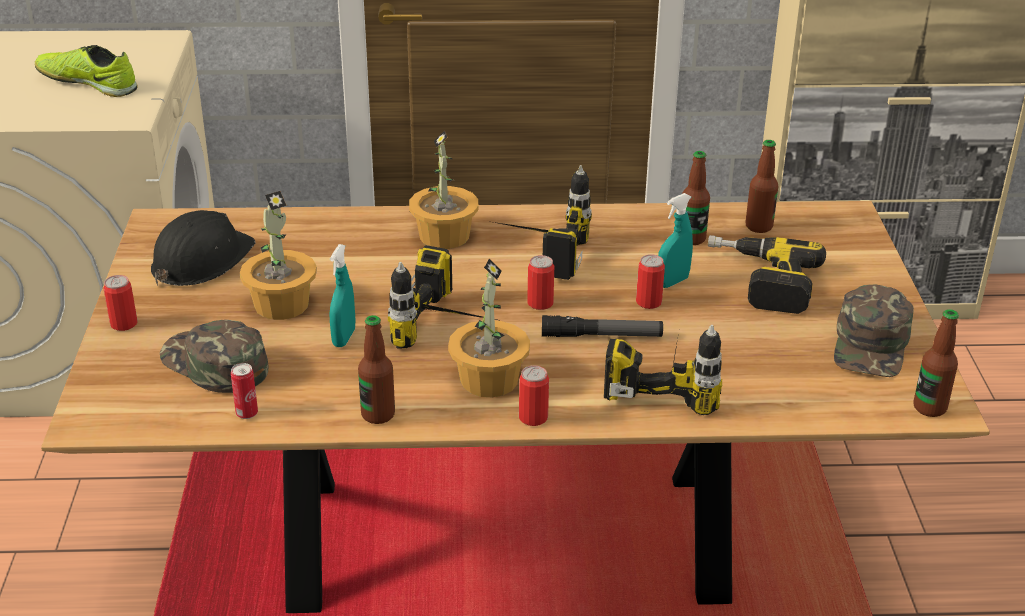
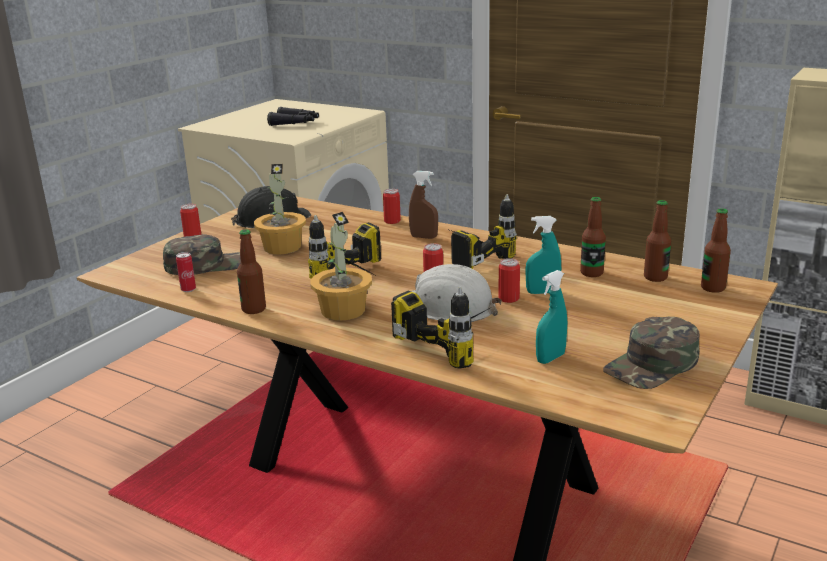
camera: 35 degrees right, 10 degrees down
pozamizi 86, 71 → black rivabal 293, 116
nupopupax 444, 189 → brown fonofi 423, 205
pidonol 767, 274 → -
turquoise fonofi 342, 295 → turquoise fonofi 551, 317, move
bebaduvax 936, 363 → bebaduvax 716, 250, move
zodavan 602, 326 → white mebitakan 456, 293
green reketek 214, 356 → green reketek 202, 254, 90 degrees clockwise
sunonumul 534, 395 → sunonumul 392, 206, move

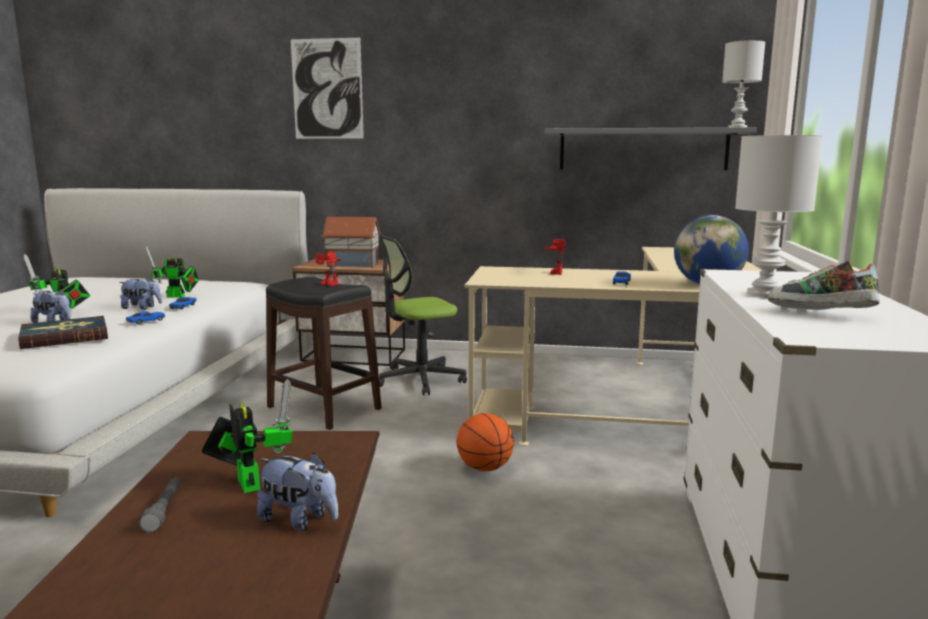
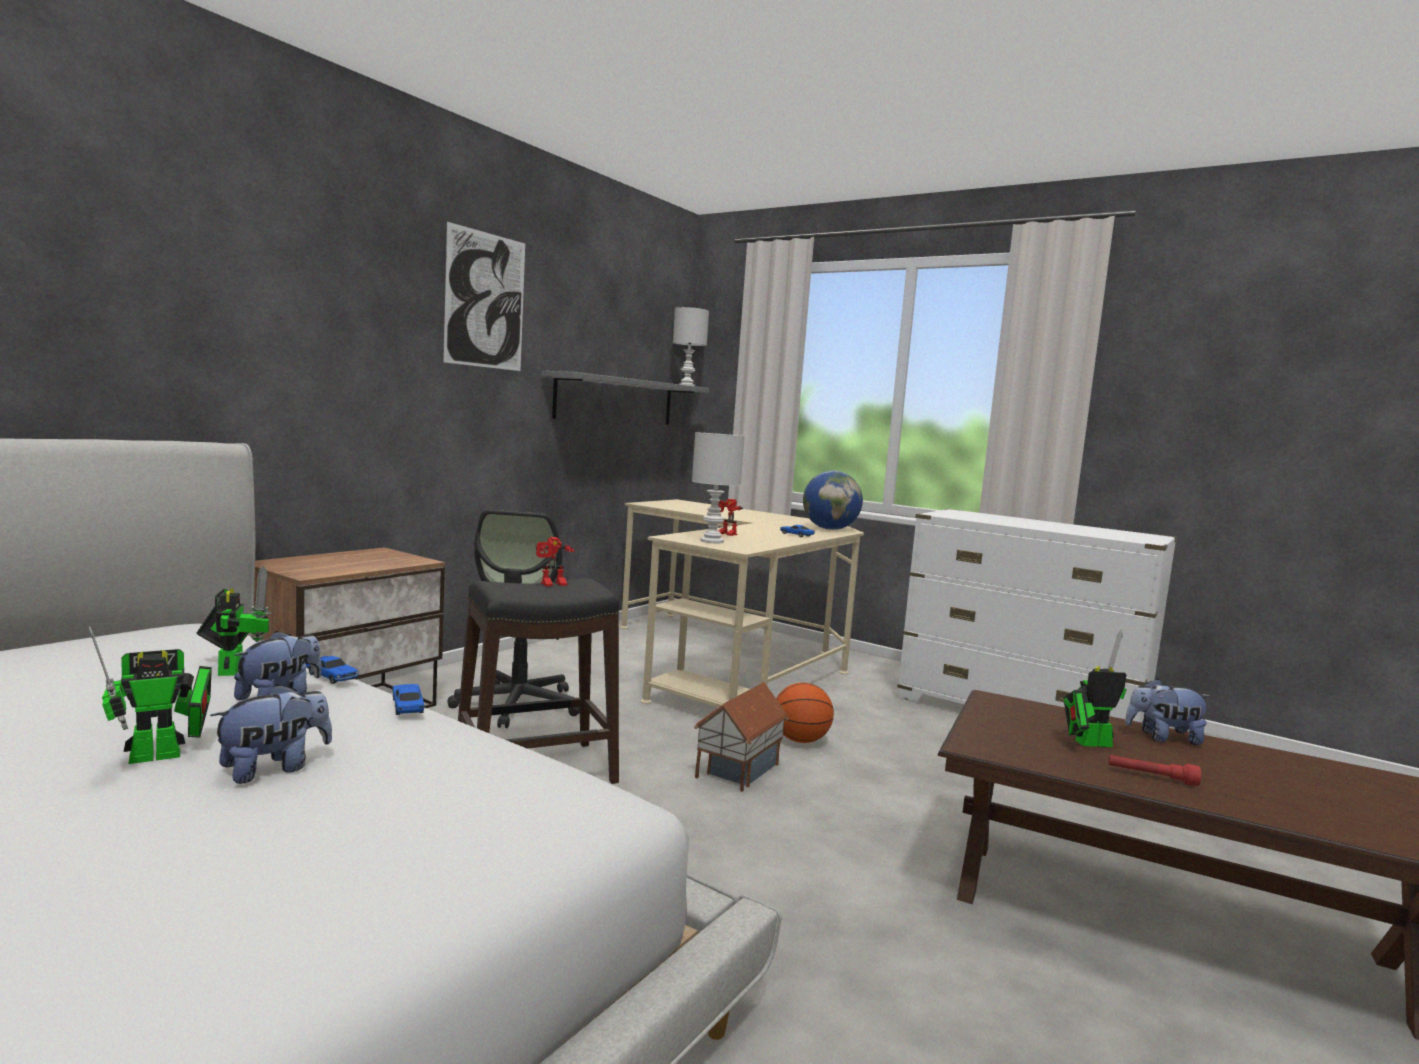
camera: 65 degrees left, 5 degrees down
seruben 327, 88 → seruben 484, 296, move
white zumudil 779, 216 → white zumudil 718, 487, move
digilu 351, 242 → digilu 741, 737, move
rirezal 172, 272 → rirezal 234, 621, 45 degrees counterclockwise
pozamizi 824, 285 → -
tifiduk 63, 332 → -
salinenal 297, 492 → salinenal 1168, 711, 135 degrees counterclockwise
grey zodavan 160, 505 → red zodavan 1154, 770

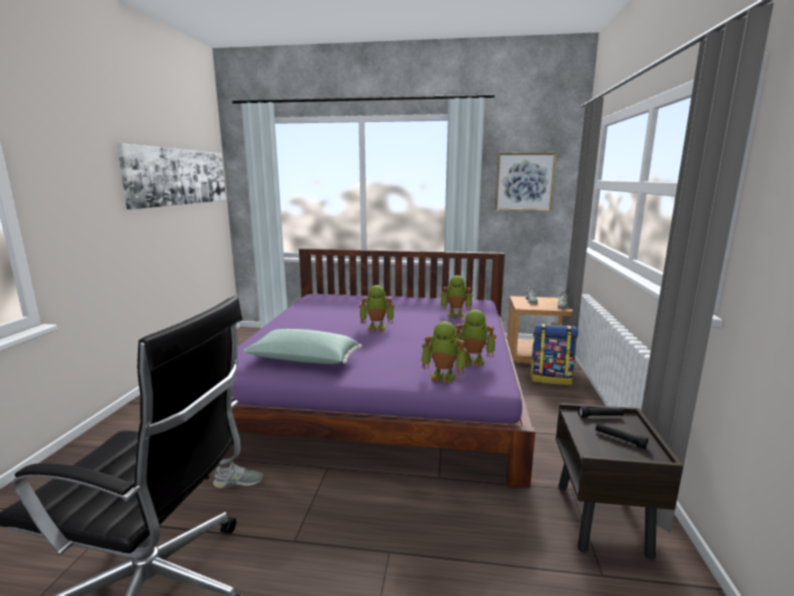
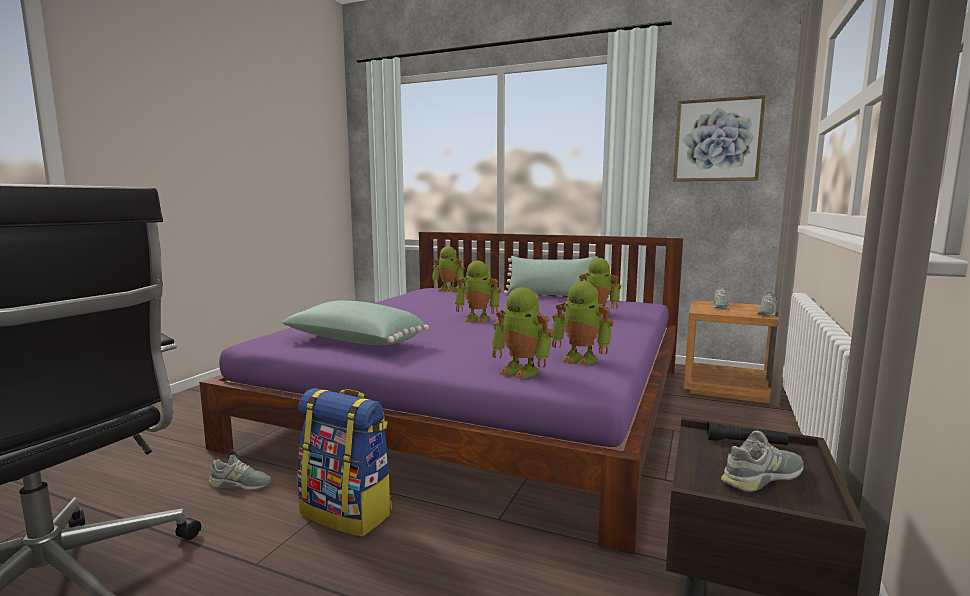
camera: 15 degrees right, 5 degrees down
seruben 171, 176 → -
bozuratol 554, 354 → bozuratol 344, 462, move
black zodavan 622, 436 → grey pozamizi 762, 461
- → rirezal 448, 269
- → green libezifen 551, 276

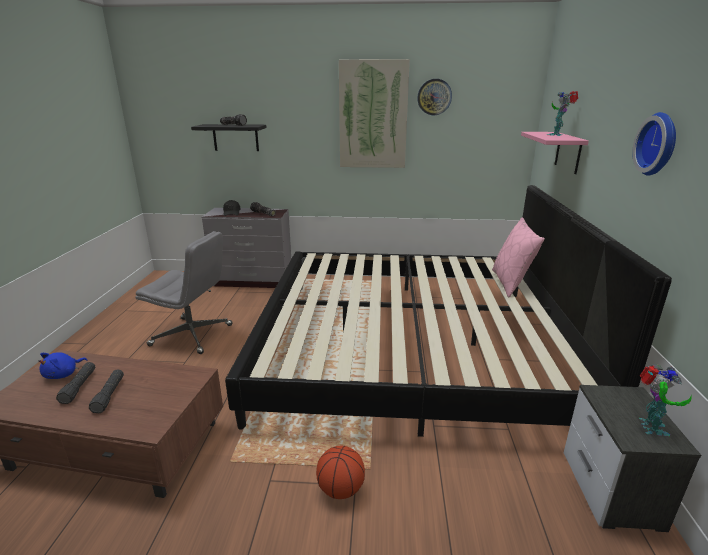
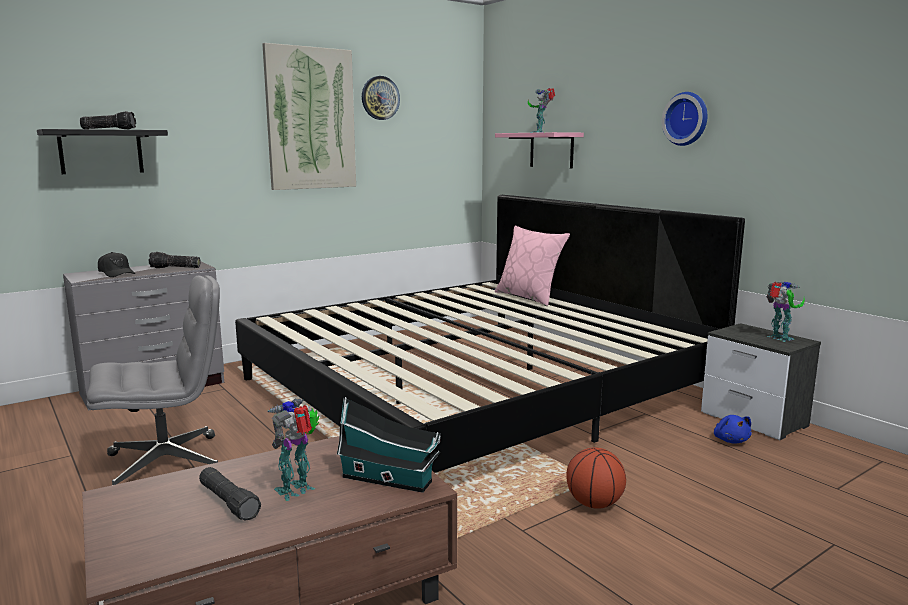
camera: 40 degrees left, 10 degrees down
blue salinenal 63, 365 → blue salinenal 733, 429, move
black zodavan 106, 391 → rirezal 293, 450
- → digilu 388, 445

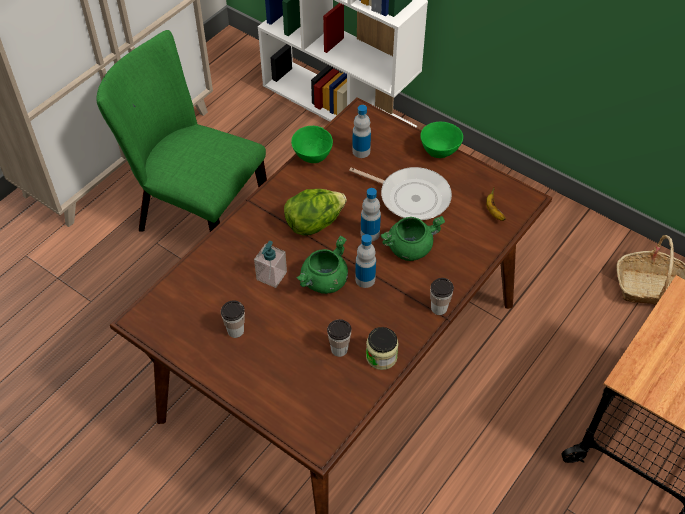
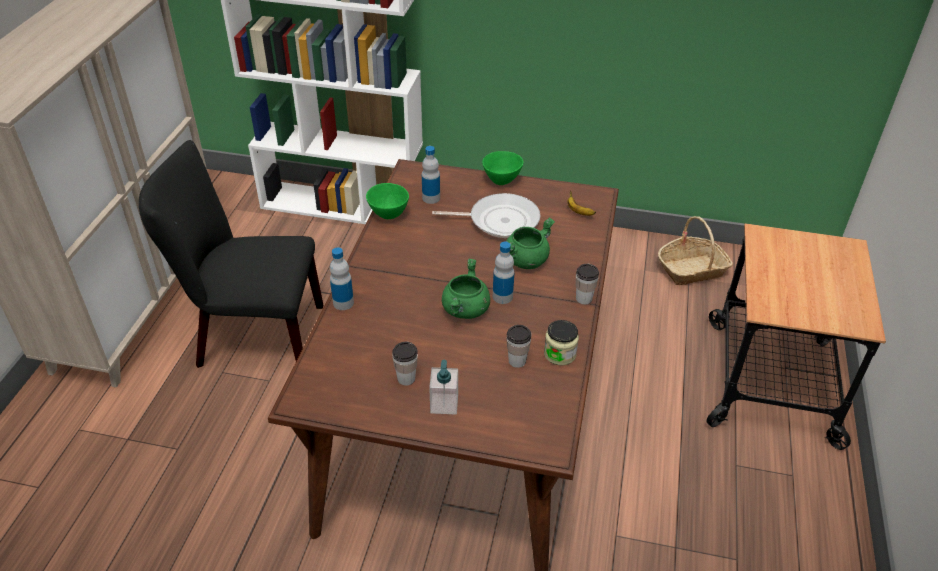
camera: 25 degrees left, 10 degrees down
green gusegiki 181, 131 → black gusegiki 231, 254
bebaduvax 371, 214 → bebaduvax 342, 278, move
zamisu 315, 212 → -
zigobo 270, 264 → zigobo 443, 387, move

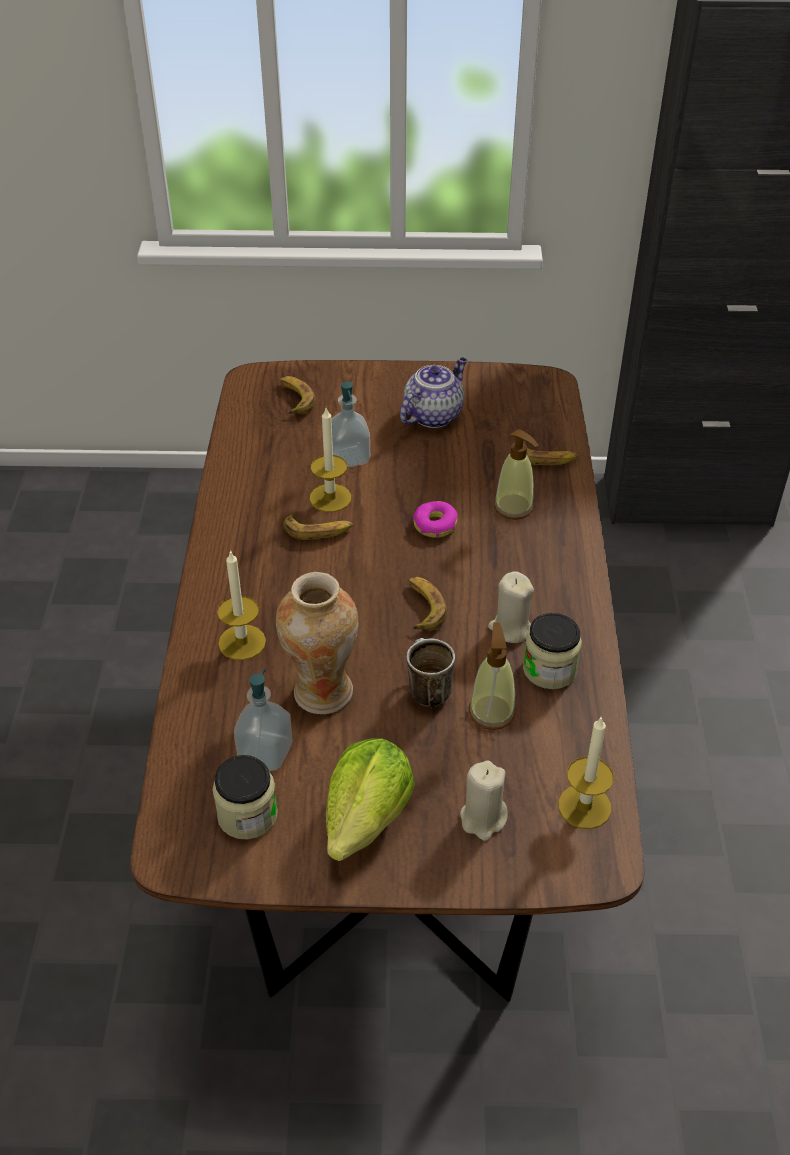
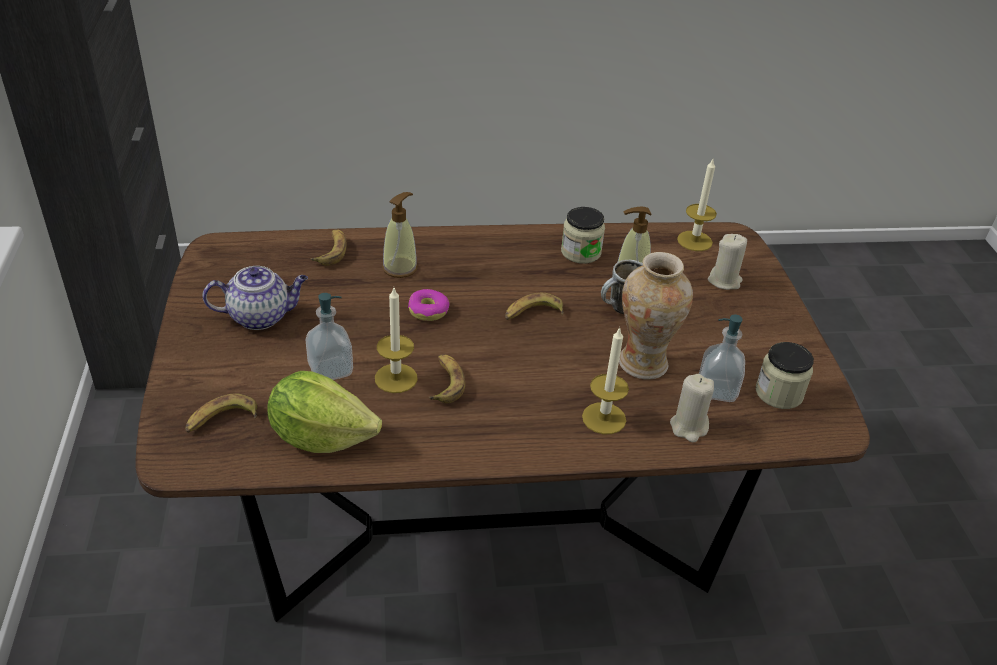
camera: 100 degrees left, 5 degrees down
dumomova 433, 393 → dumomova 255, 298, 135 degrees clockwise
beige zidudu 511, 607 → beige zidudu 692, 408, move
zamisu 370, 799 → zamisu 324, 412, move

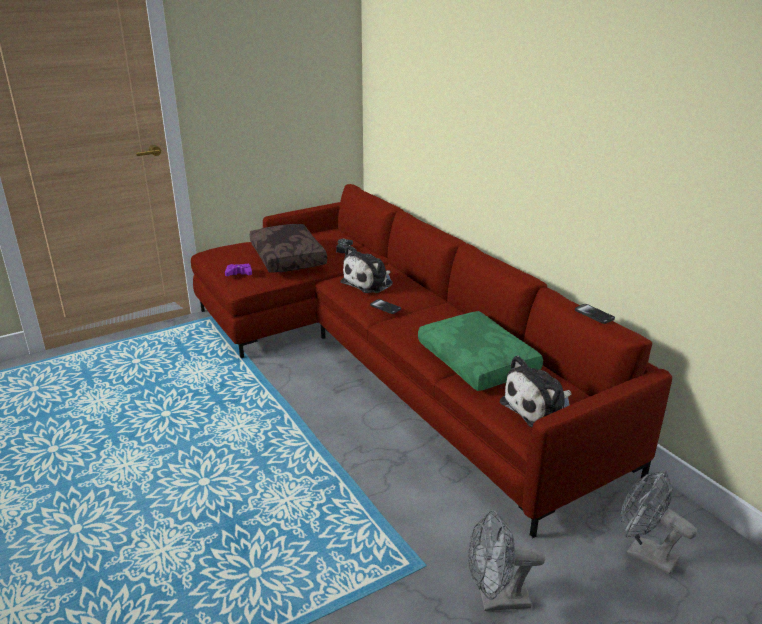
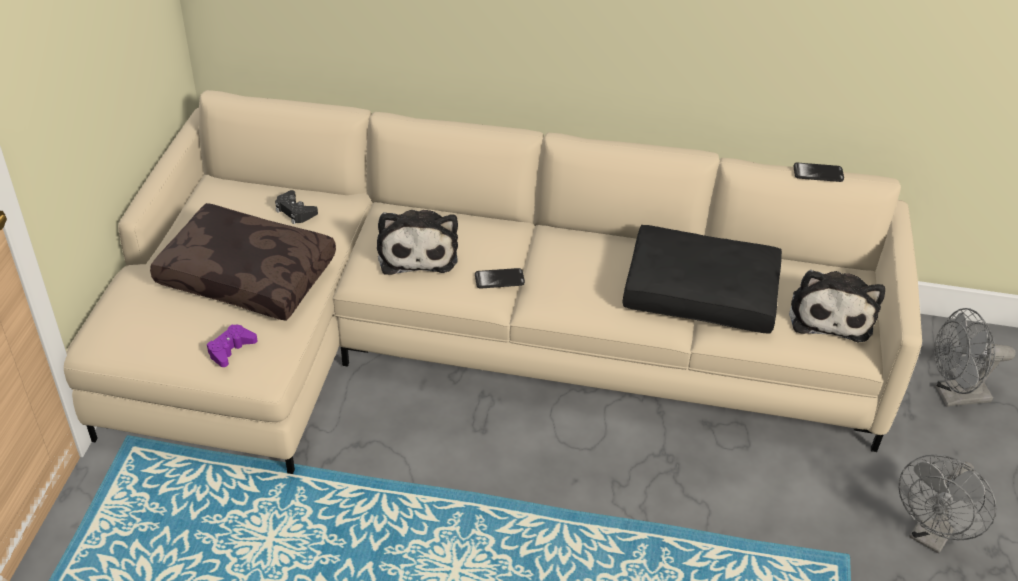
camera: 50 degrees left, 15 degrees up
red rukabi 431, 361 → beige rukabi 492, 282
green libezifen 480, 351 → black libezifen 702, 279

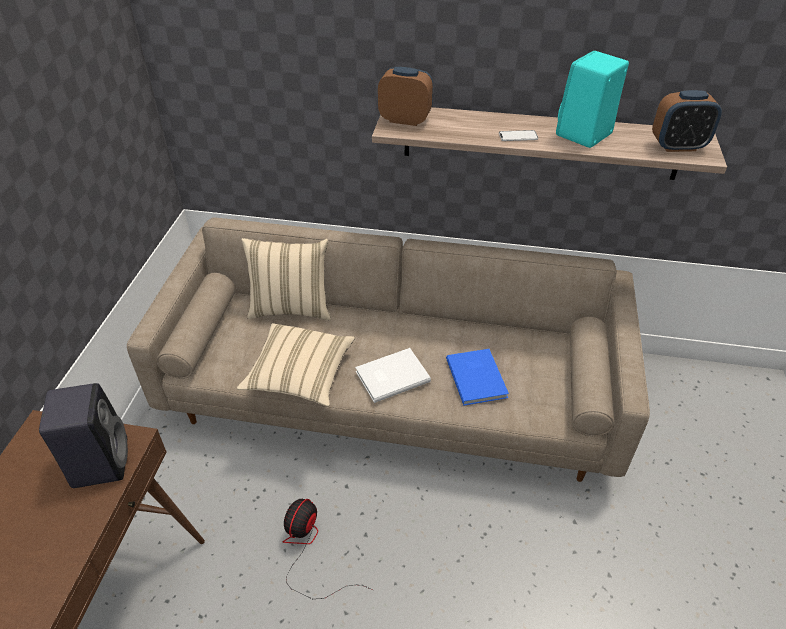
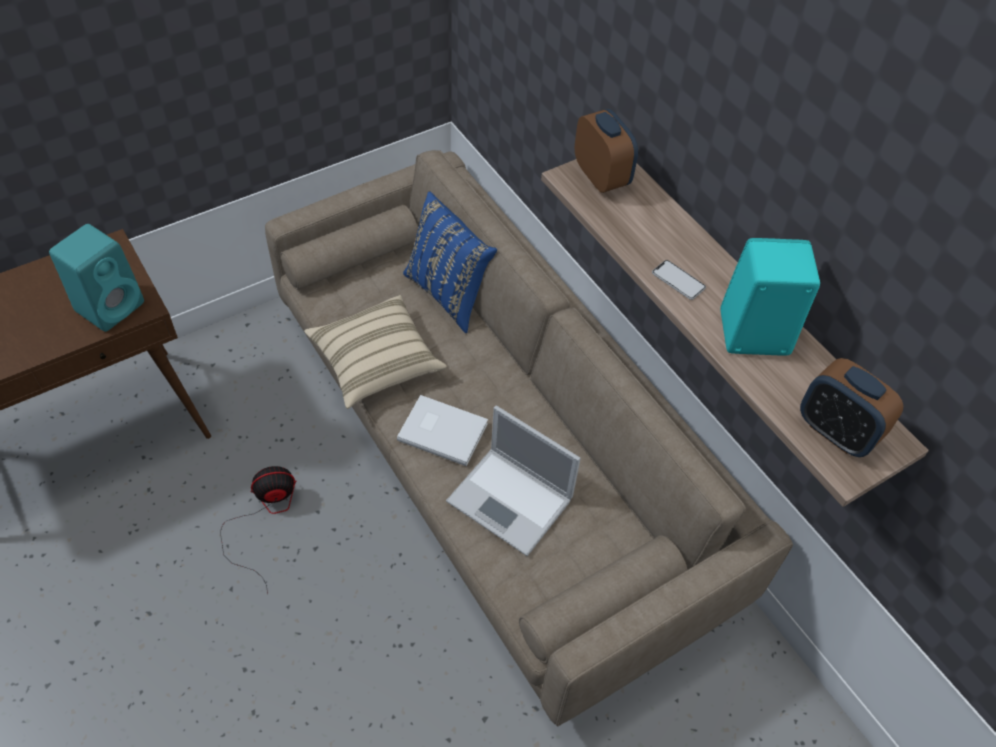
camera: 45 degrees right, 10 degrees up
beige libezifen 286, 279 → blue libezifen 450, 262
blue tifiduk 477, 377 → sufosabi 513, 481
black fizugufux 83, 435 → turquoise fizugufux 96, 278

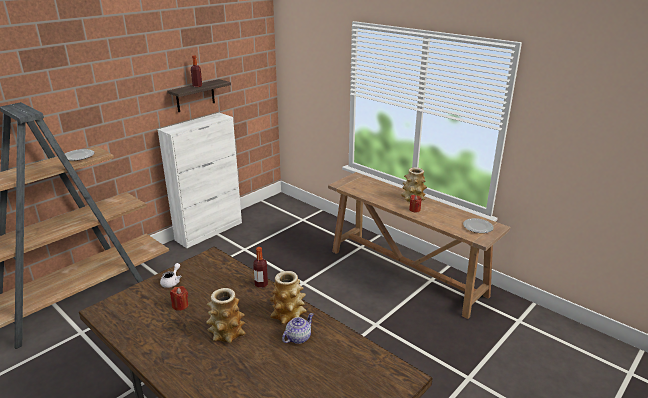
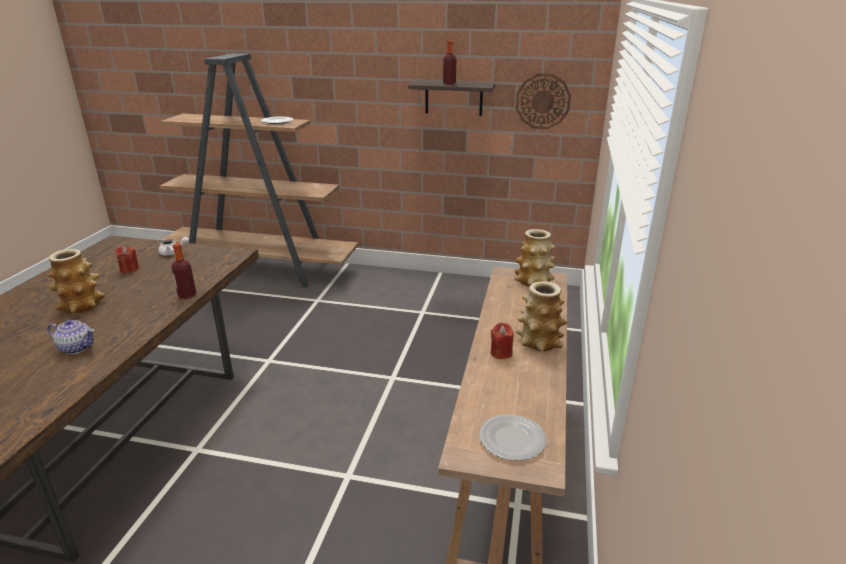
camera: 60 degrees right, 0 degrees up
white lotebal 199, 180 → -
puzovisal 288, 297 → puzovisal 535, 258, move
- → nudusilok 543, 101

